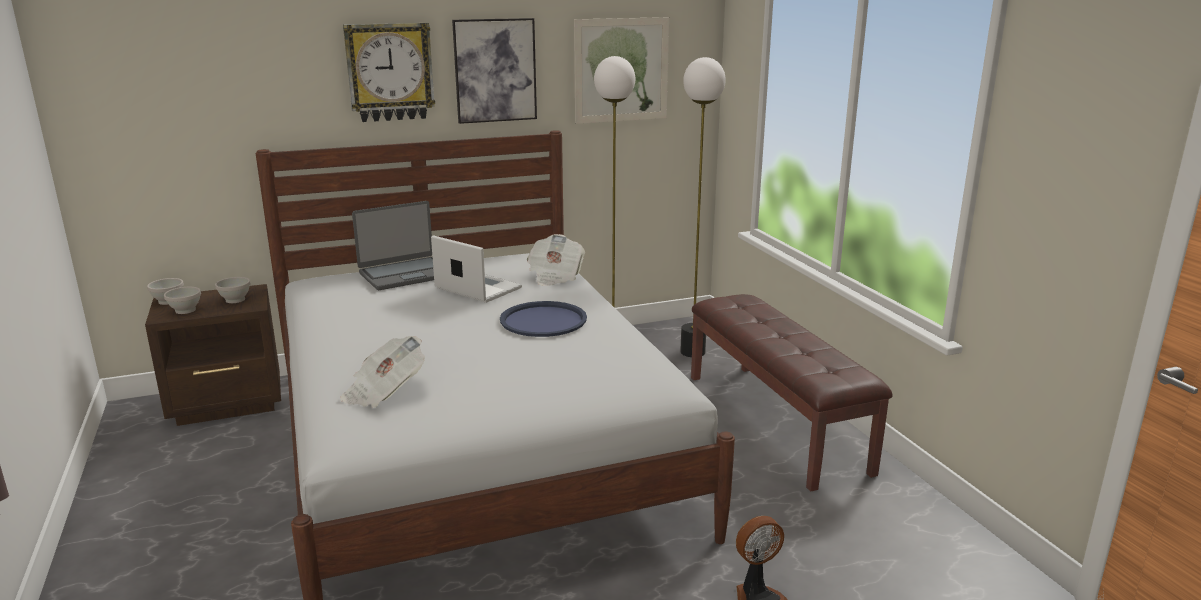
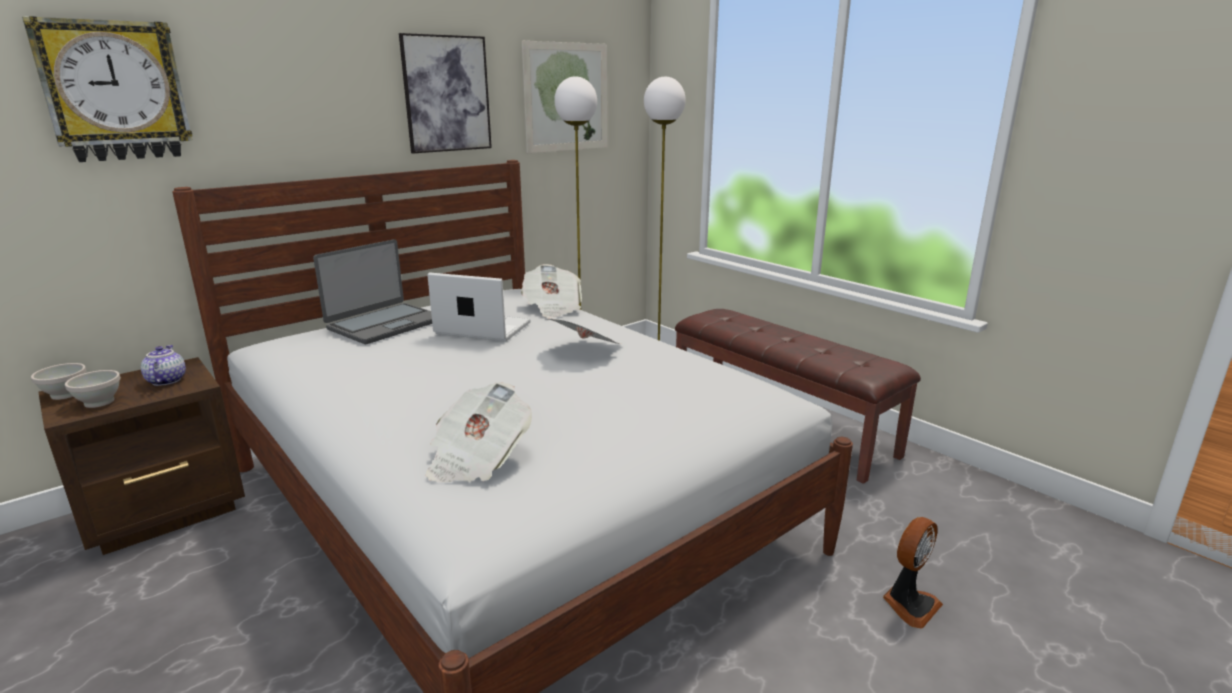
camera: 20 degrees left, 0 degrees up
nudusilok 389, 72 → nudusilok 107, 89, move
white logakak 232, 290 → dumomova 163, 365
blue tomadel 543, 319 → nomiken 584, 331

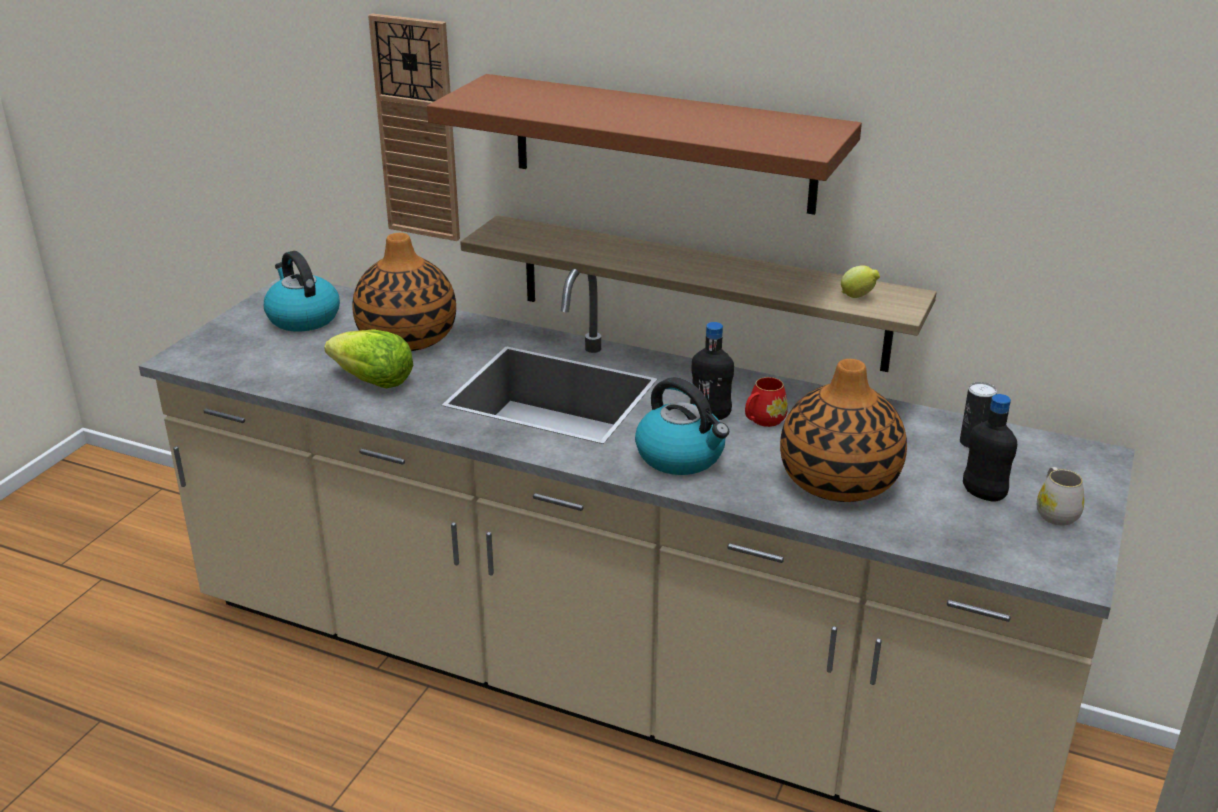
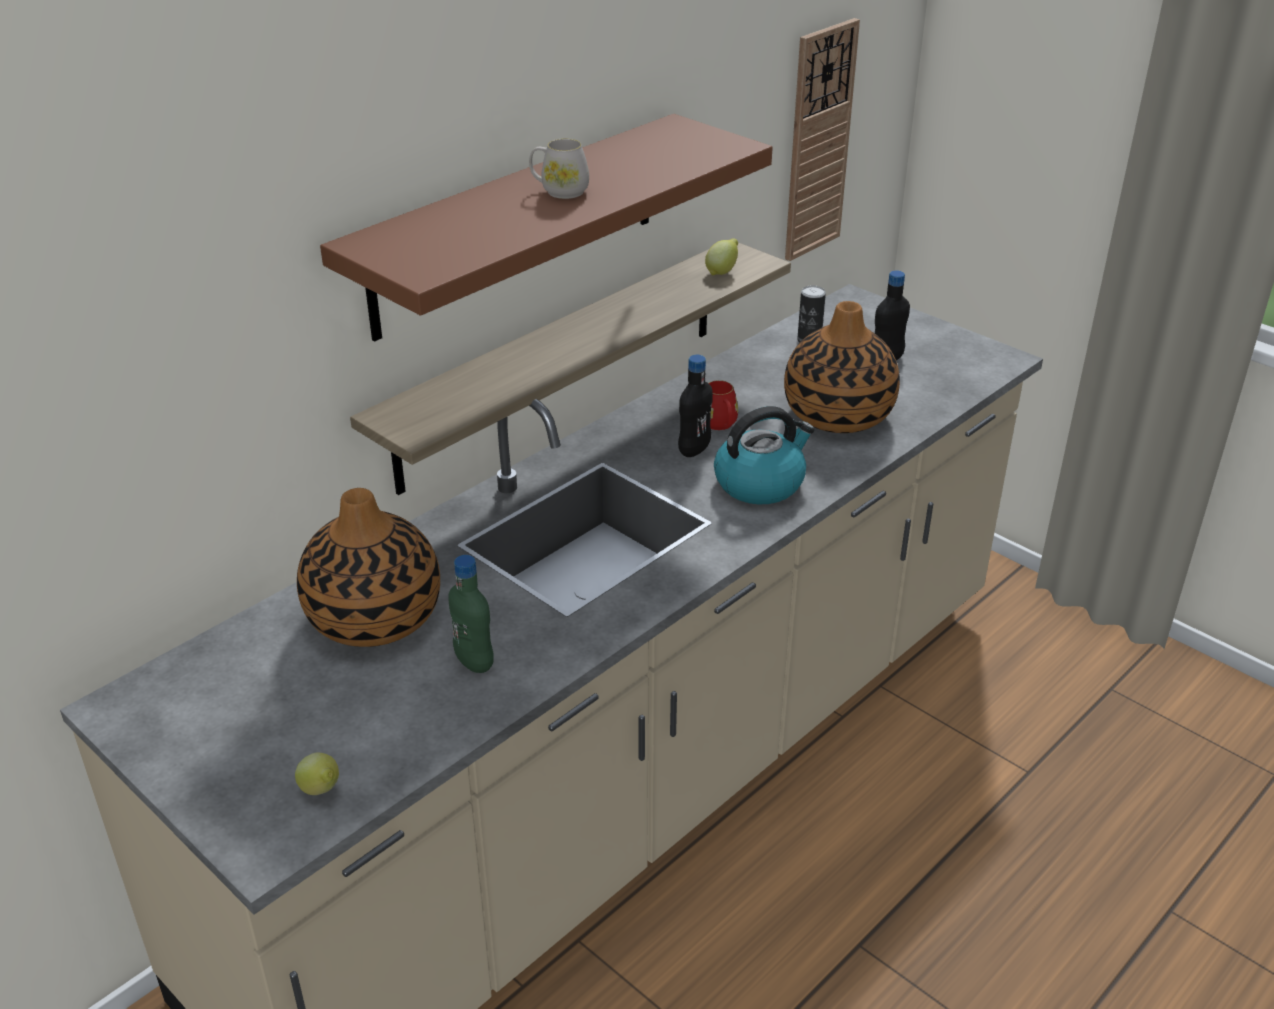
camera: 70 degrees left, 5 degrees up
nudusilok 414, 127 → nudusilok 822, 139, move
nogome 302, 291 → -
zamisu 368, 358 → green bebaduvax 471, 614
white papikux 1060, 496 → white papikux 559, 168, move
- → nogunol 317, 774

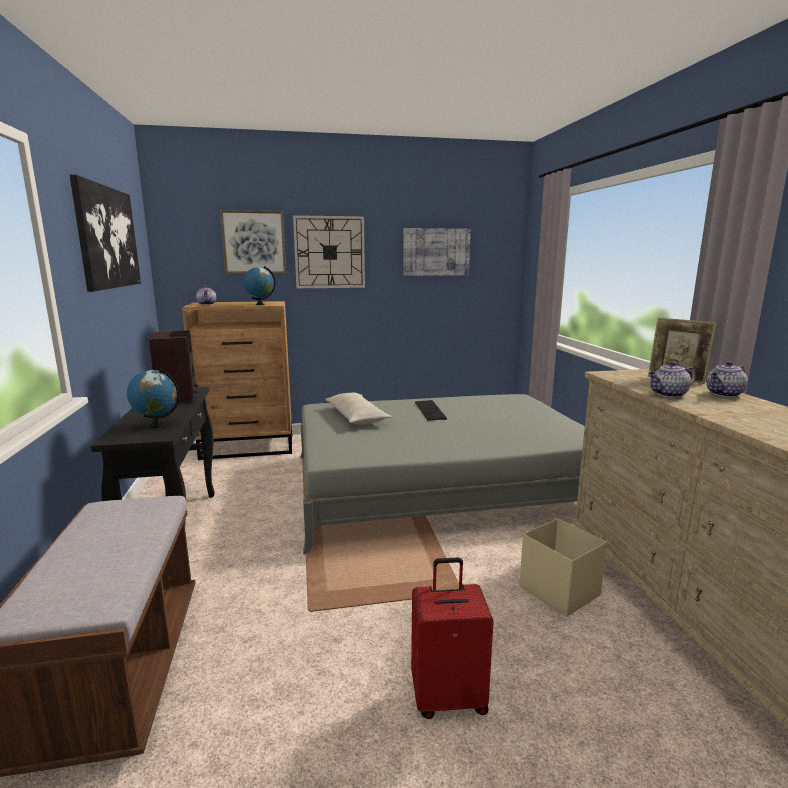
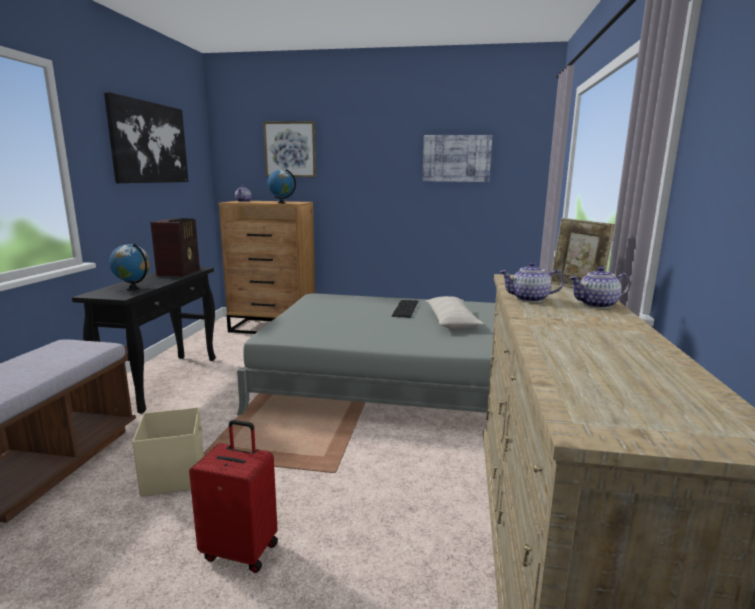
camera: 20 degrees right, 0 degrees up
nudusilok 329, 251 → -
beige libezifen 358, 408 → beige libezifen 455, 312, move
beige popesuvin 563, 567 → beige popesuvin 168, 452, move

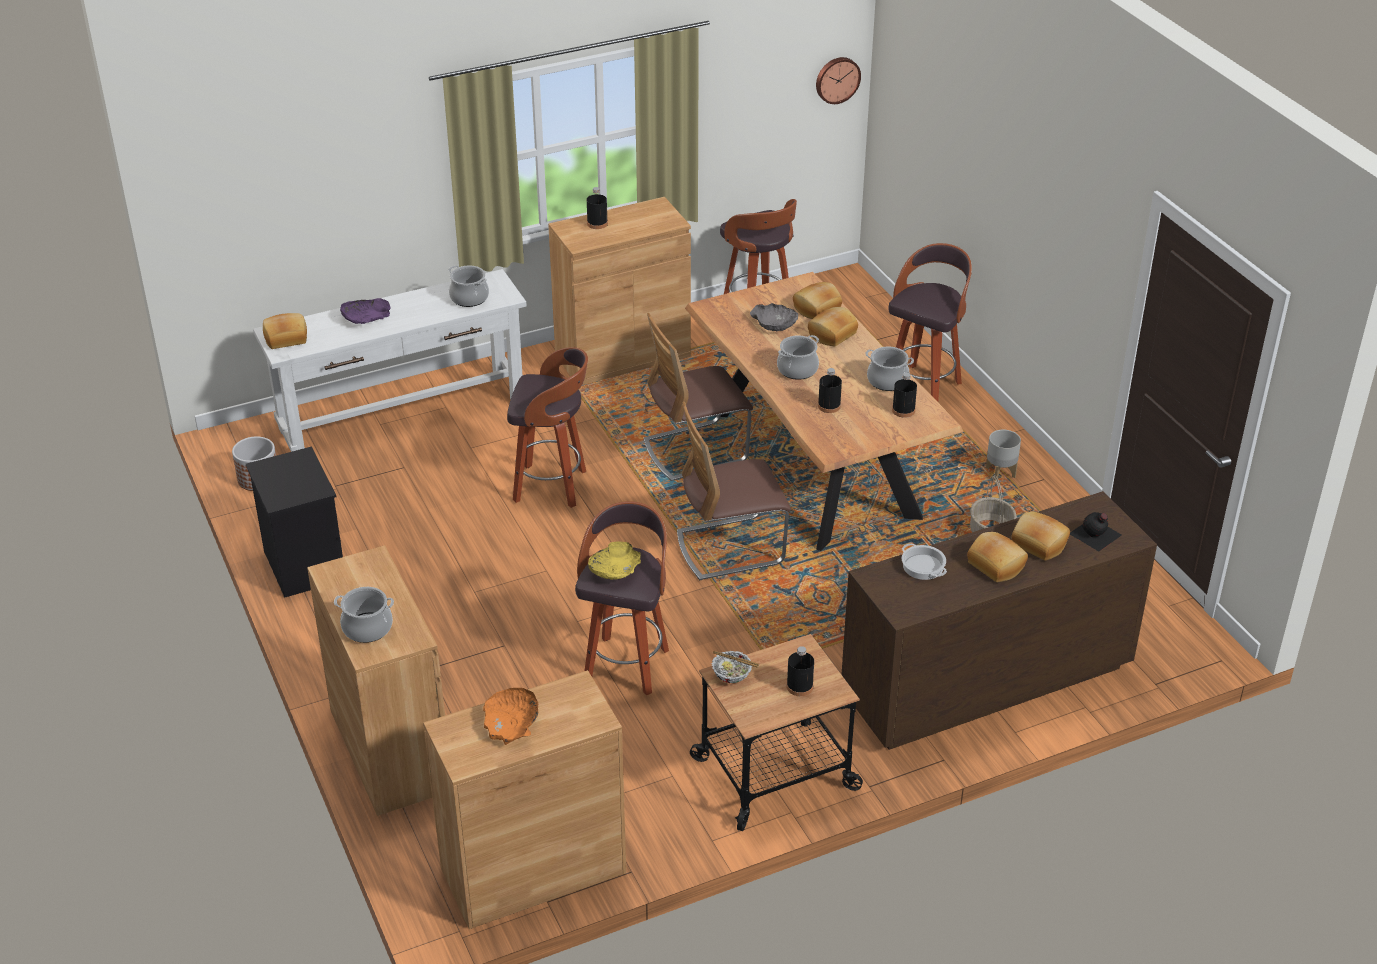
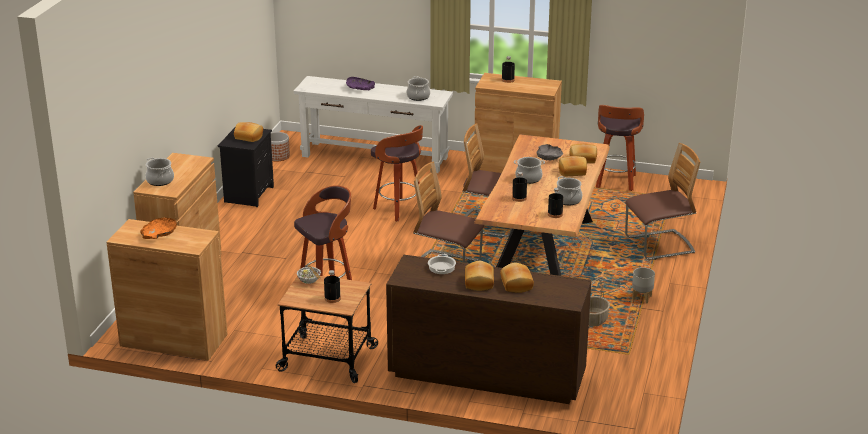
camera: 40 degrees right, 10 degrees down
nudusilok 838, 80 → -
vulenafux 930, 322 → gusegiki 662, 201
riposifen 285, 331 → riposifen 248, 132, move
black bebaduvax 1096, 531 → -
yellow logakak 614, 561 → -

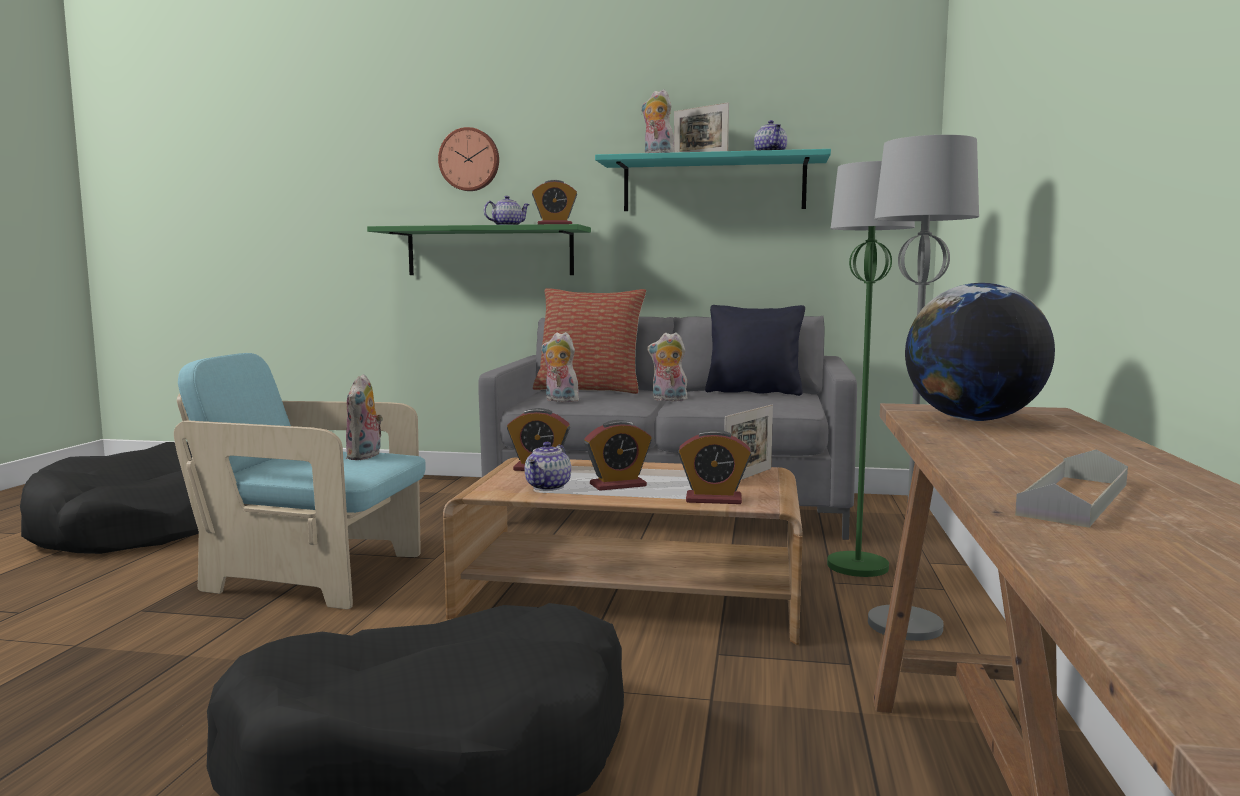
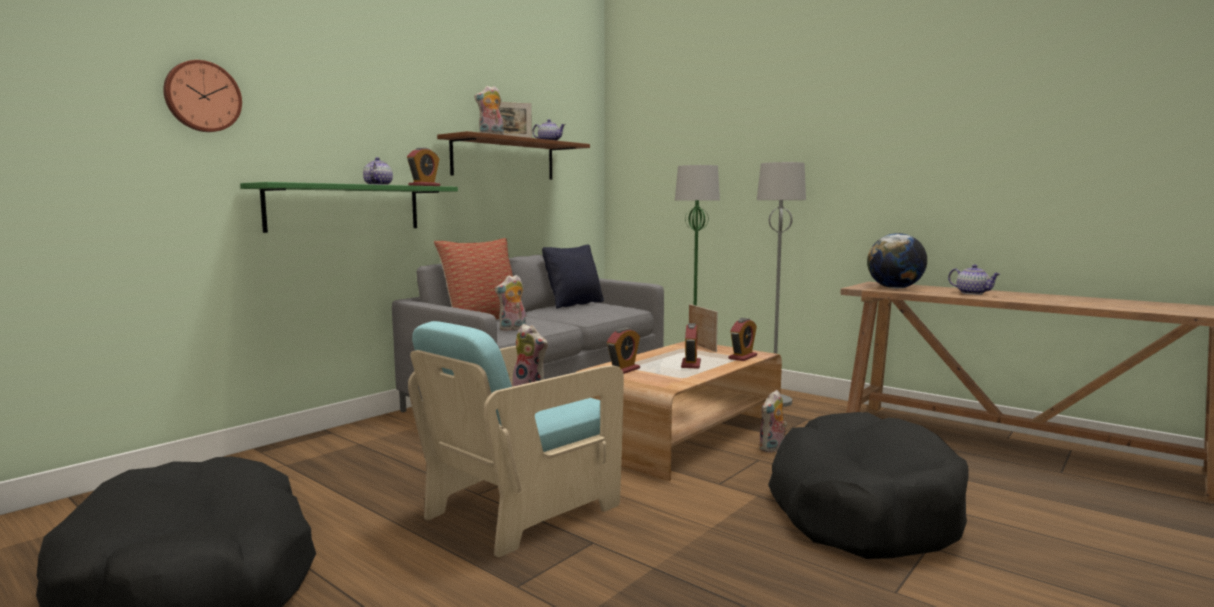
camera: 60 degrees left, 0 degrees up
nudusilok 468, 159 → nudusilok 202, 96, move
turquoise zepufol 713, 180 → brown zepufol 513, 155
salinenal 668, 366 → salinenal 773, 421, move
dumomova 548, 466 → dumomova 974, 279, move
grey tomadel 1071, 488 → -

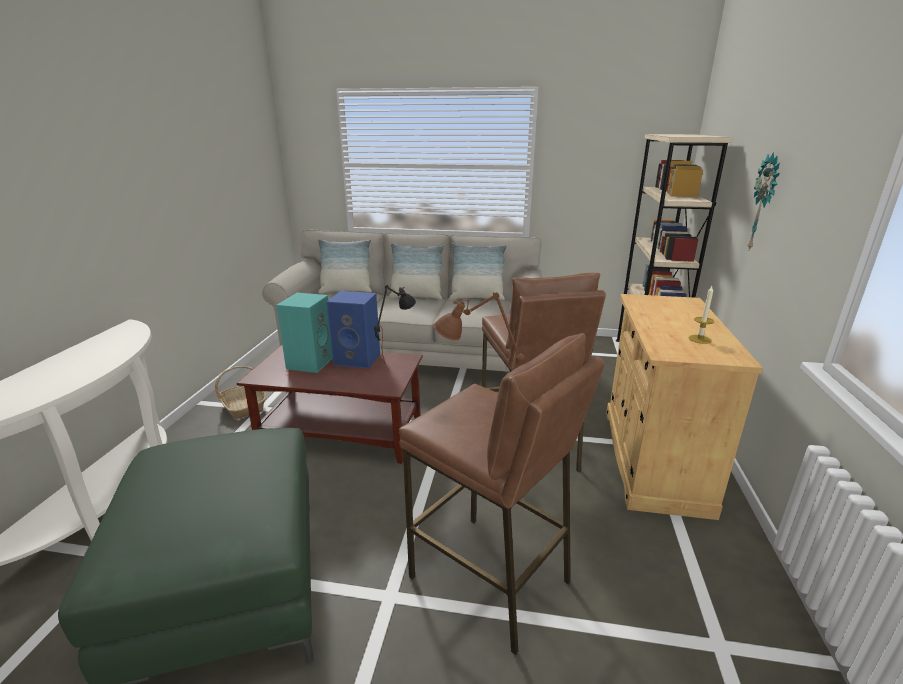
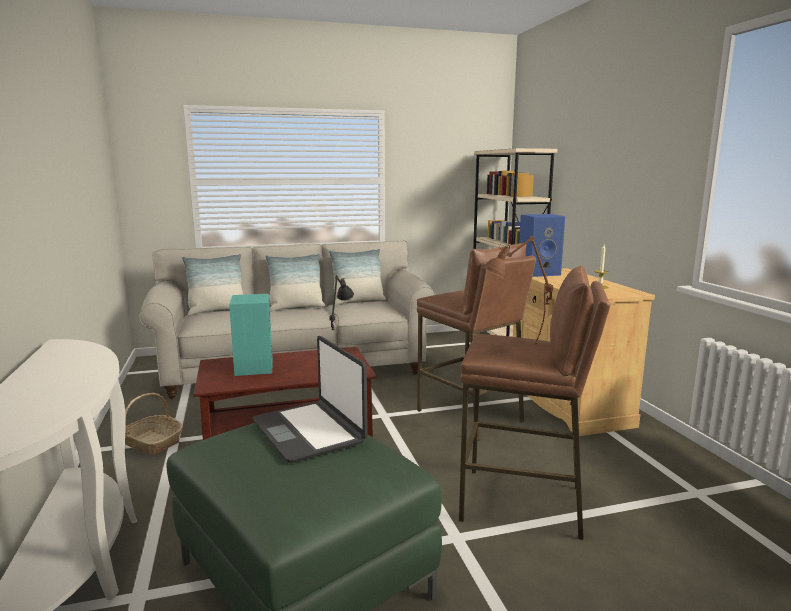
camera: 25 degrees left, 10 degrees down
nudusilok 763, 201 → -
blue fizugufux 353, 329 → blue fizugufux 542, 245, move
- → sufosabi 310, 399

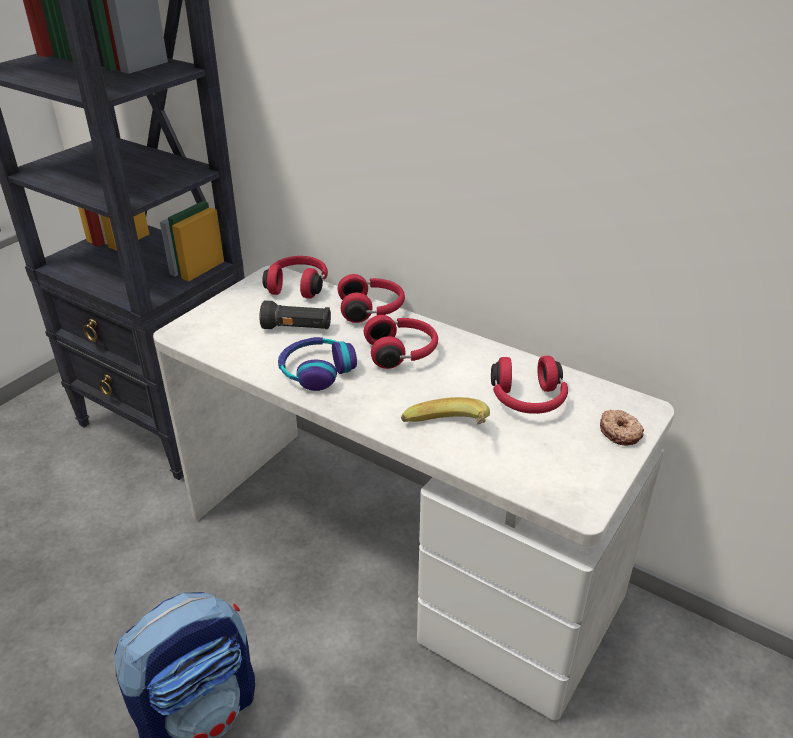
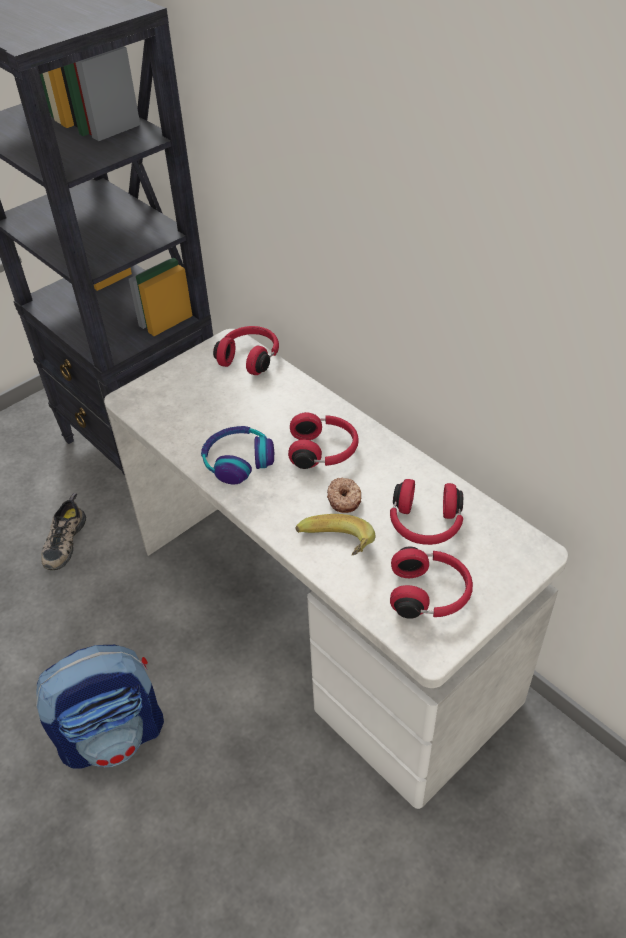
camera: 15 degrees right, 10 degrees up
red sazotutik 371, 298 → red sazotutik 431, 582, move
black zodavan 295, 314 → -
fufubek 622, 428 → fufubek 344, 495, move
- → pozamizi 63, 532

